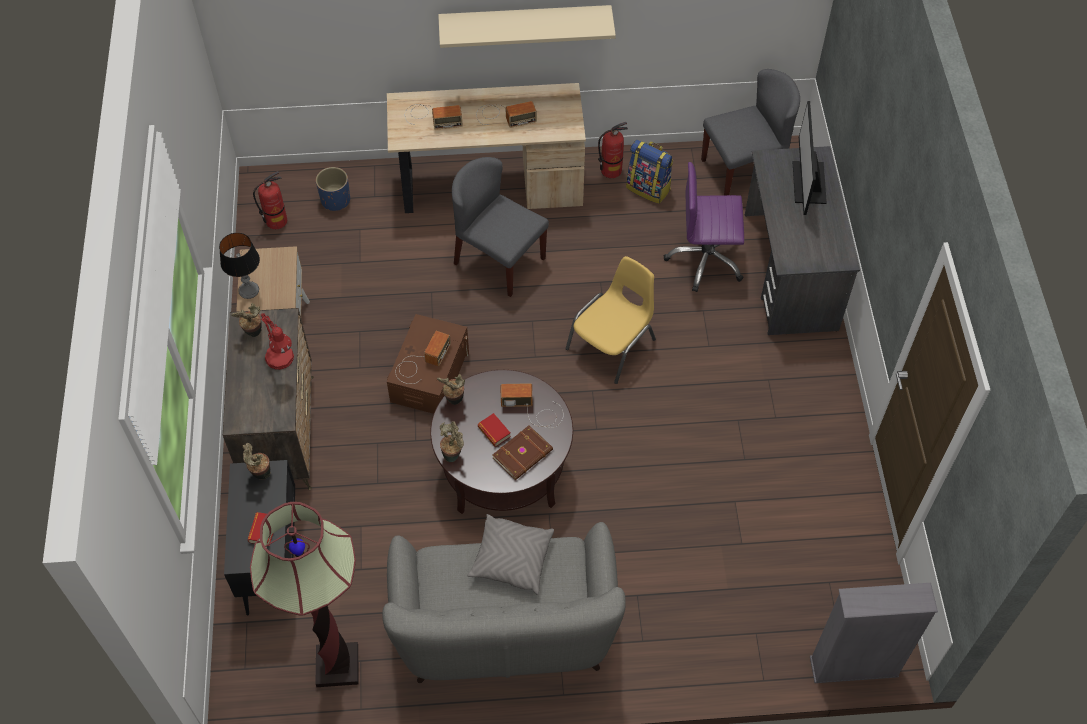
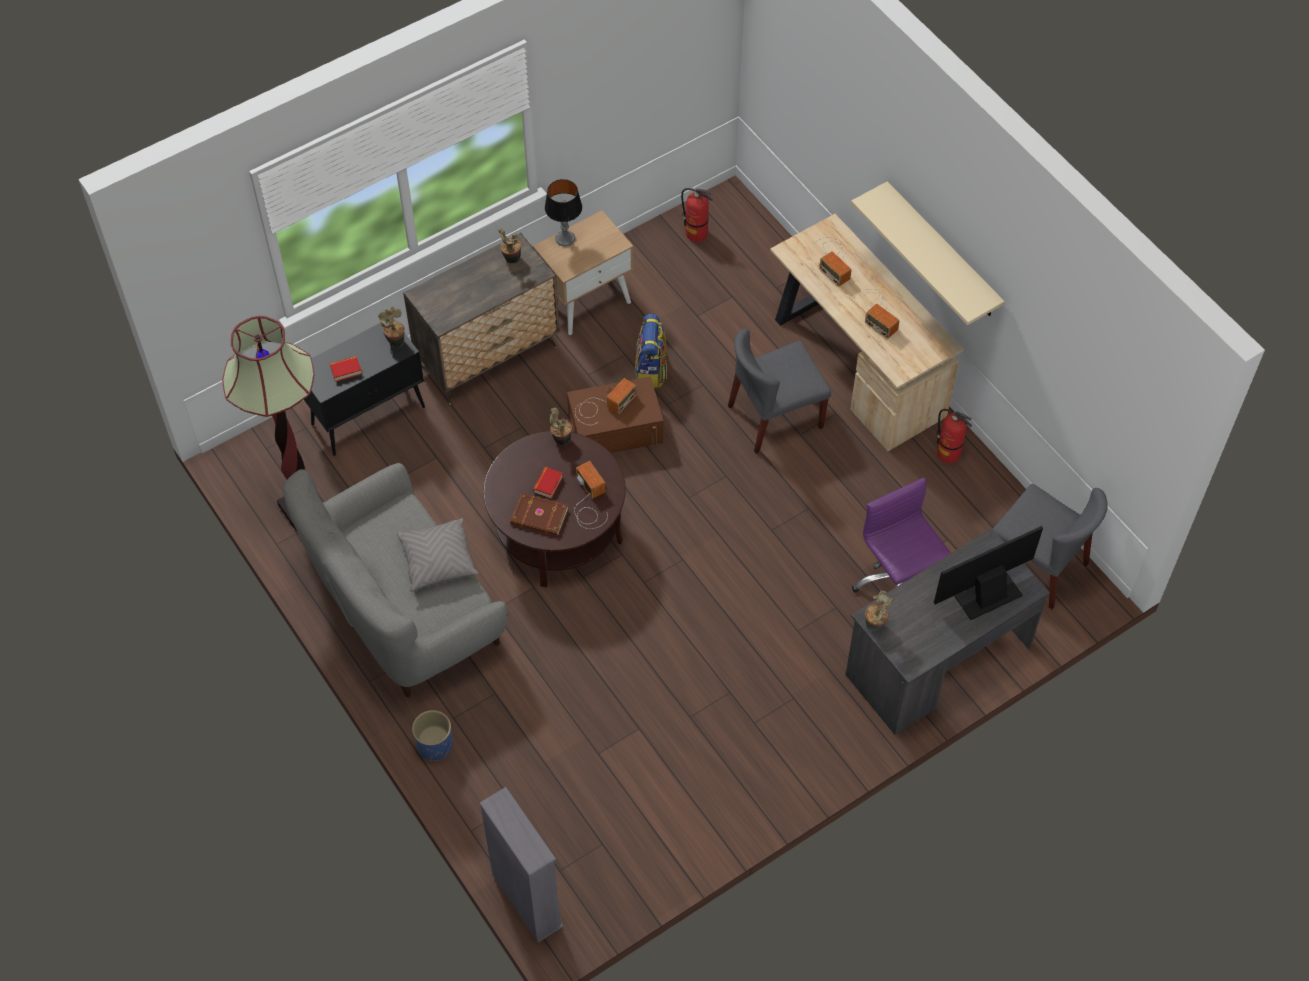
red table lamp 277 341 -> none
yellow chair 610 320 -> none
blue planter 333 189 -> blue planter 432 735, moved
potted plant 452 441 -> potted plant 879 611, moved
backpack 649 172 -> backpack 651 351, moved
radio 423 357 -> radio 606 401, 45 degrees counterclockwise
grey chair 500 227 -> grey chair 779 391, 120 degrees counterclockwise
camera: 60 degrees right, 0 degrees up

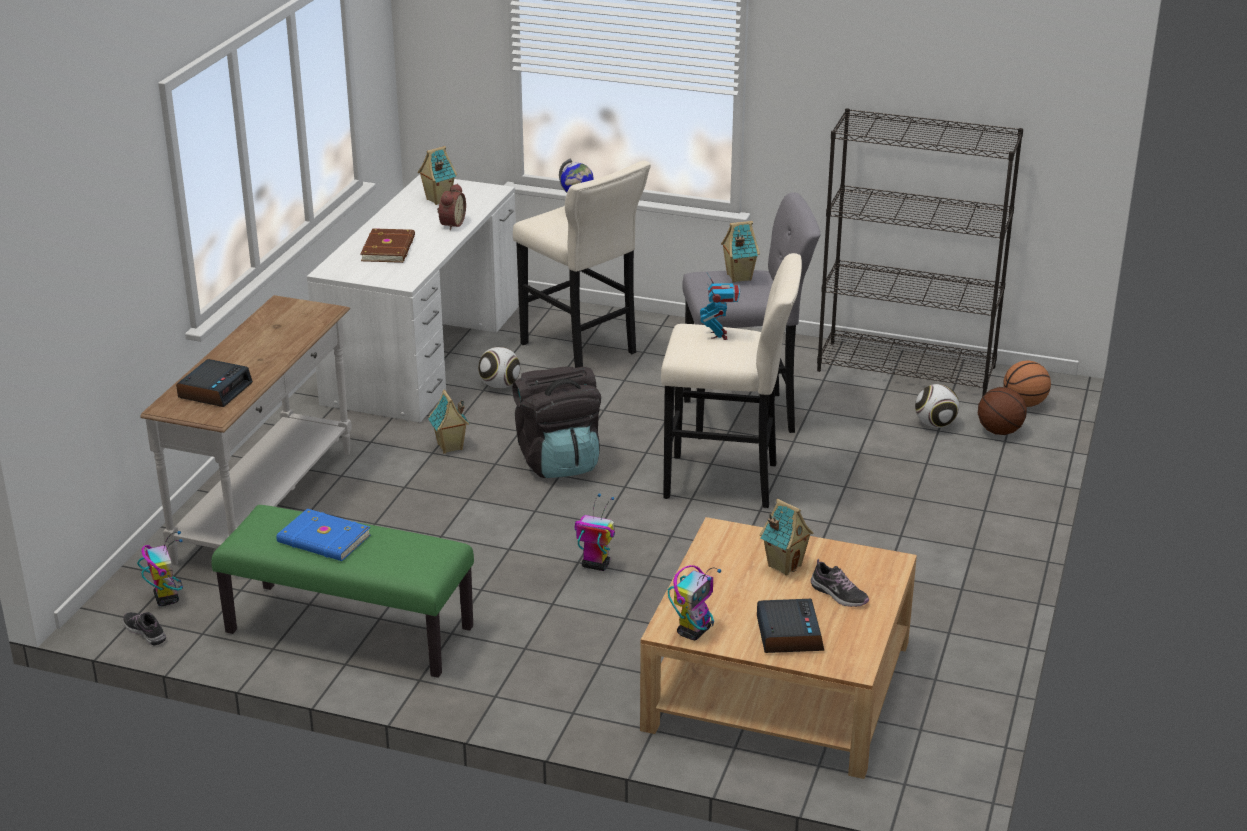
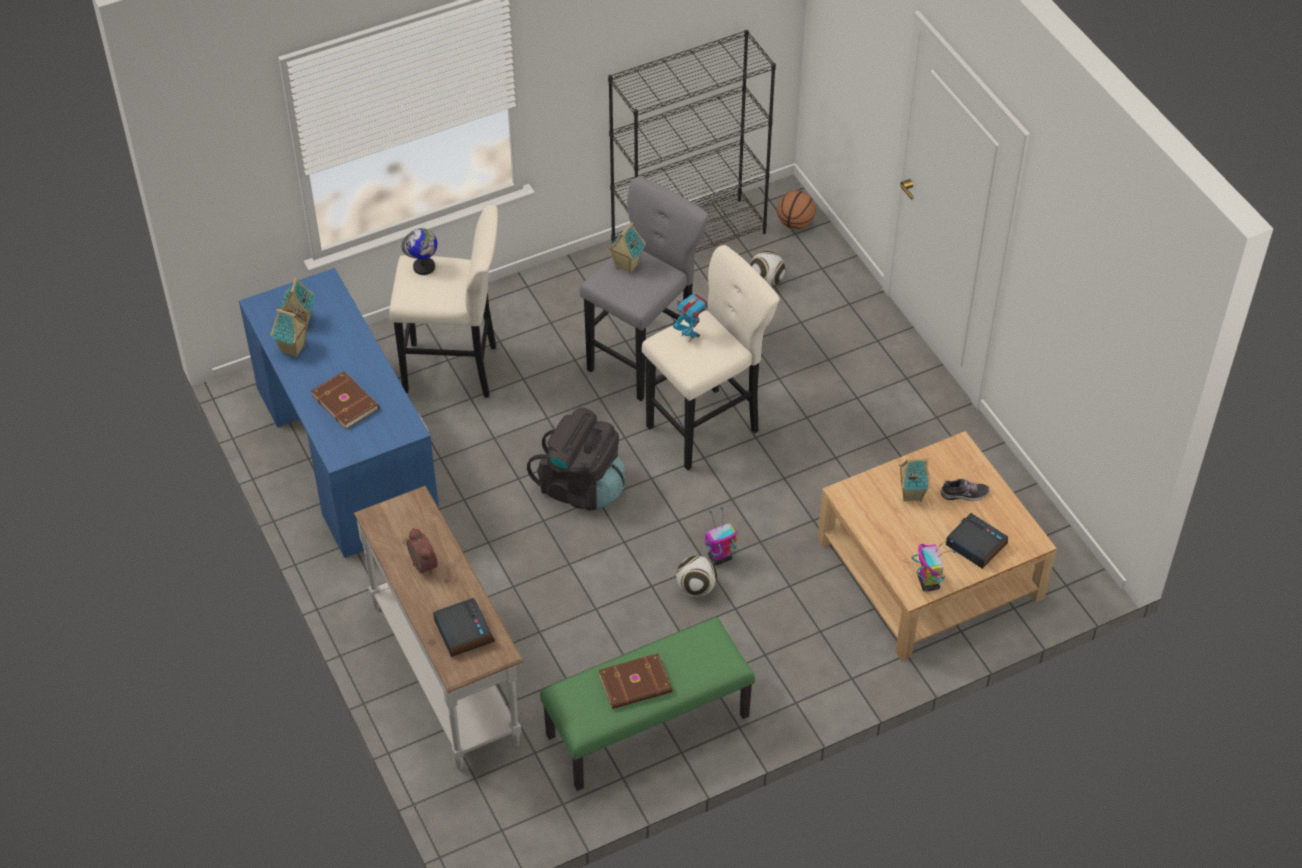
shoe 144 628 -> none
toy robot 160 568 -> none
basketball 1002 411 -> none
toy house 449 422 -> toy house 289 333, moved
alarm clock 451 206 -> alarm clock 422 551, moved
football 499 368 -> football 696 576, moved
blue book 323 535 -> brown book 635 681
white desk 412 298 -> blue desk 339 413
camera: 45 degrees left, 20 degrees up

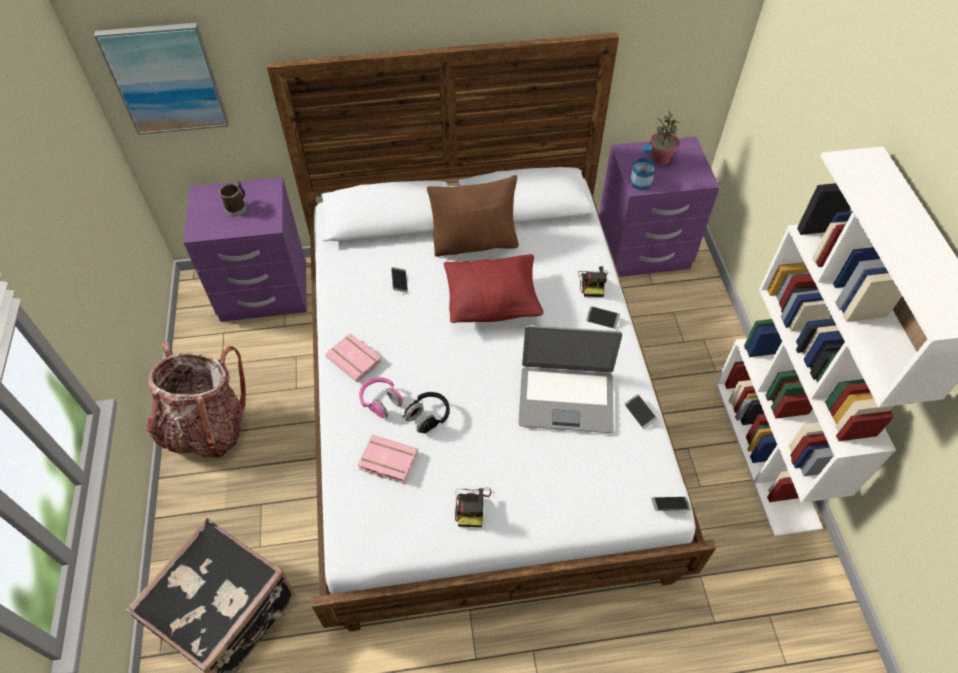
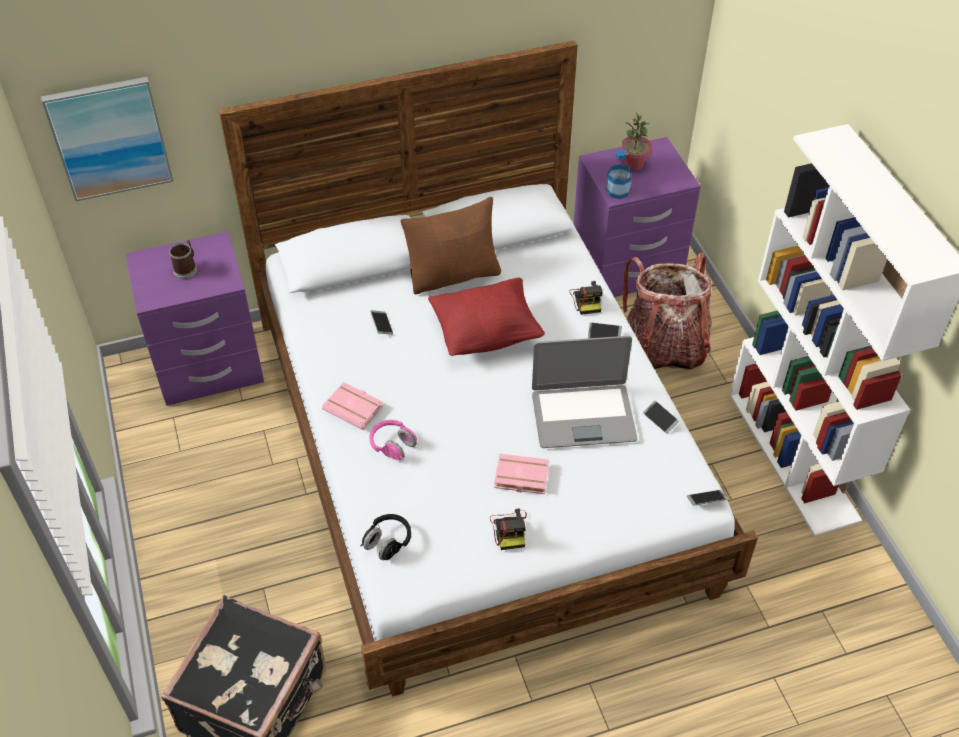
backpack 196 399 -> backpack 667 311, moved
pink book 388 459 -> pink book 521 474, moved
black headphones 426 412 -> black headphones 385 537, moved
camera: 10 degrees left, 5 degrees down

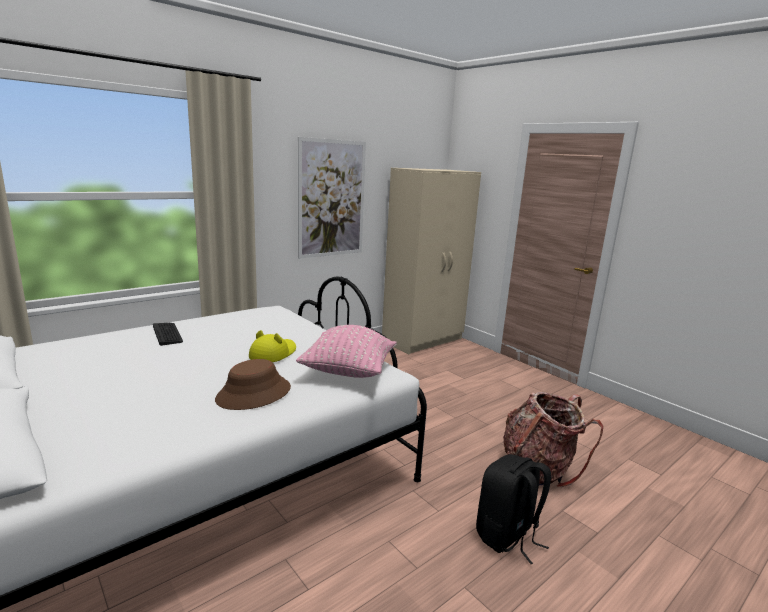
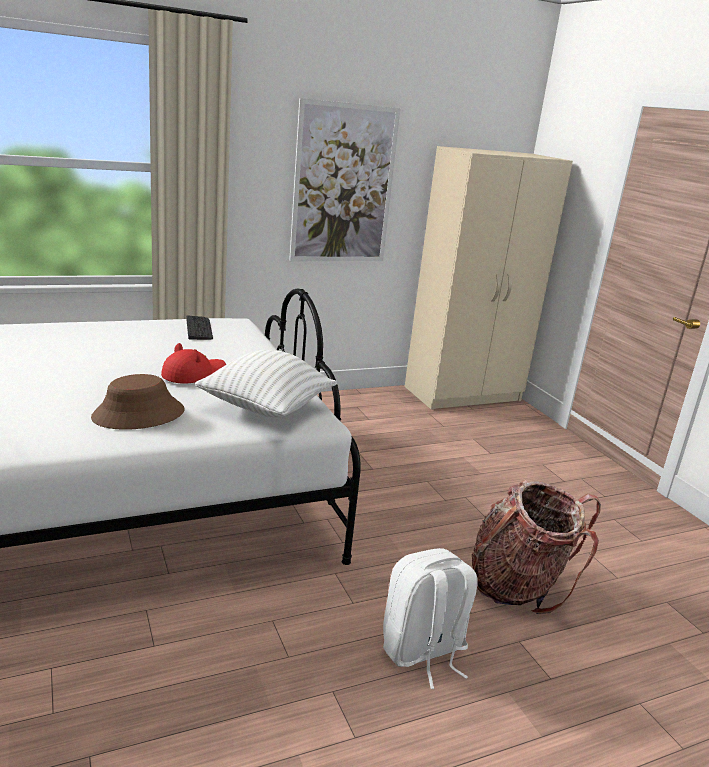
keyboard 168 334 -> keyboard 199 327, moved
yellow hat 272 346 -> red hat 193 363
pink pillow 346 351 -> white pillow 266 384
black backpack 513 509 -> white backpack 430 618
camera: 15 degrees right, 5 degrees up

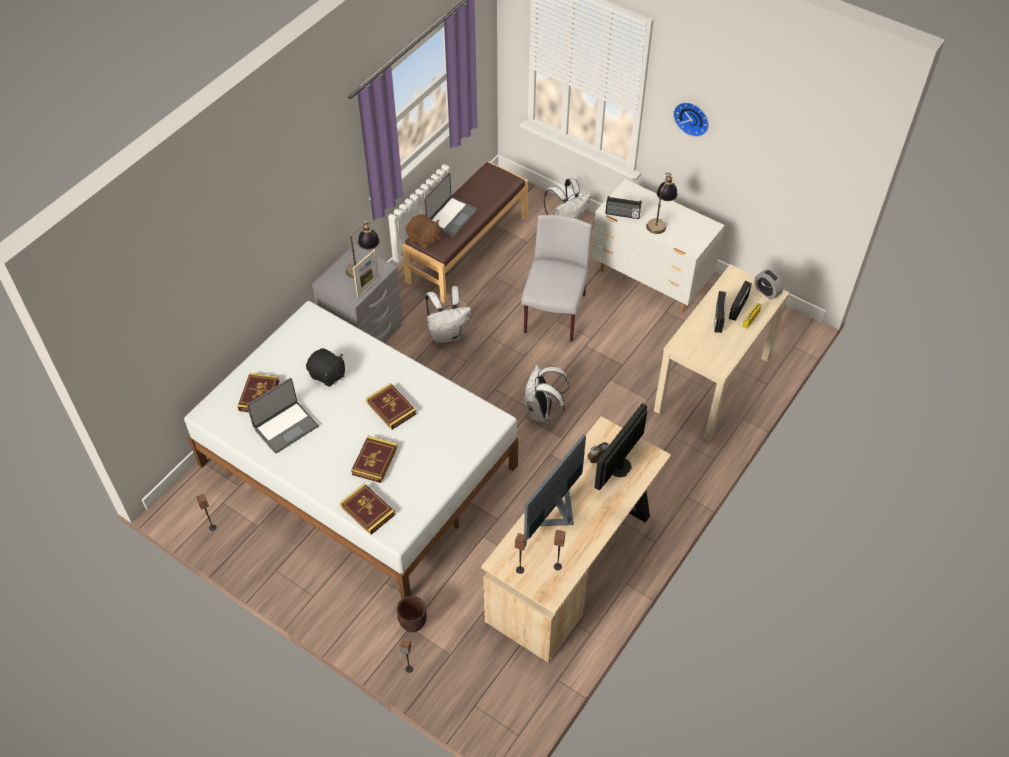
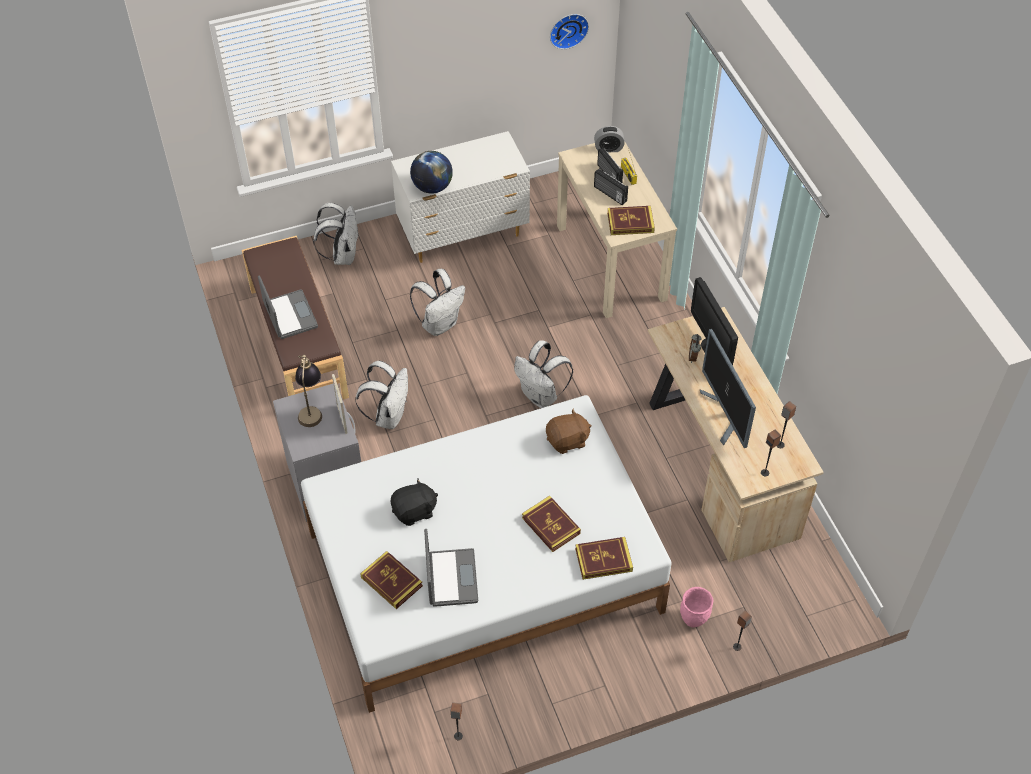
table lamp 662 203 -> none
book 391 406 -> book 631 220, moved
brown plush toy 423 231 -> brown plush toy 568 431, moved
wall clock 691 119 -> wall clock 569 31, moved
grey chair 556 278 -> white backpack 437 302
radio 623 207 -> globe 431 172
brown planter 412 614 -> pink planter 696 607
camera: 55 degrees left, 0 degrees up

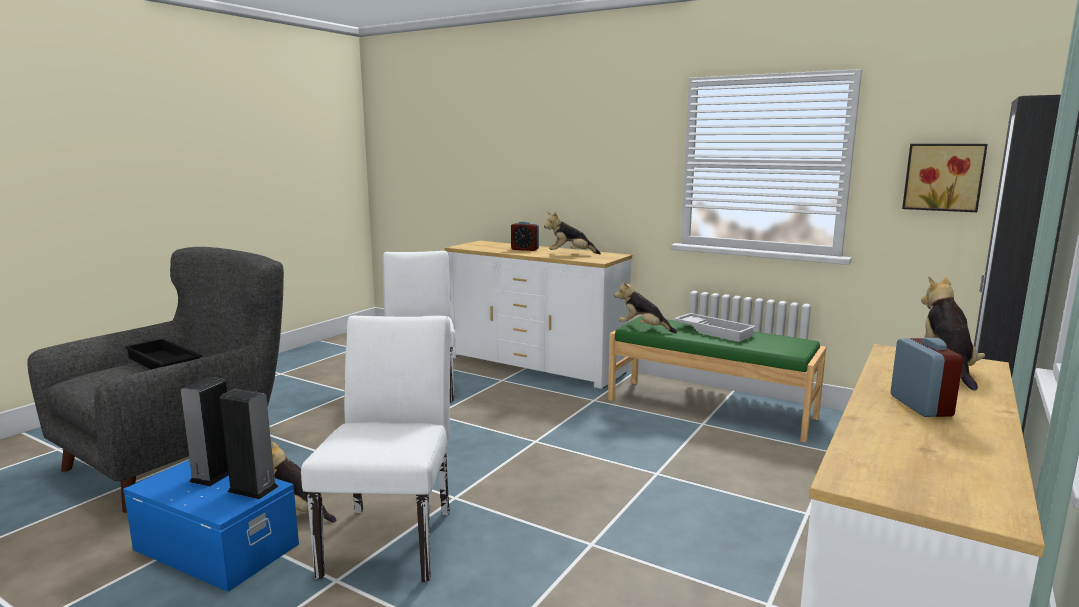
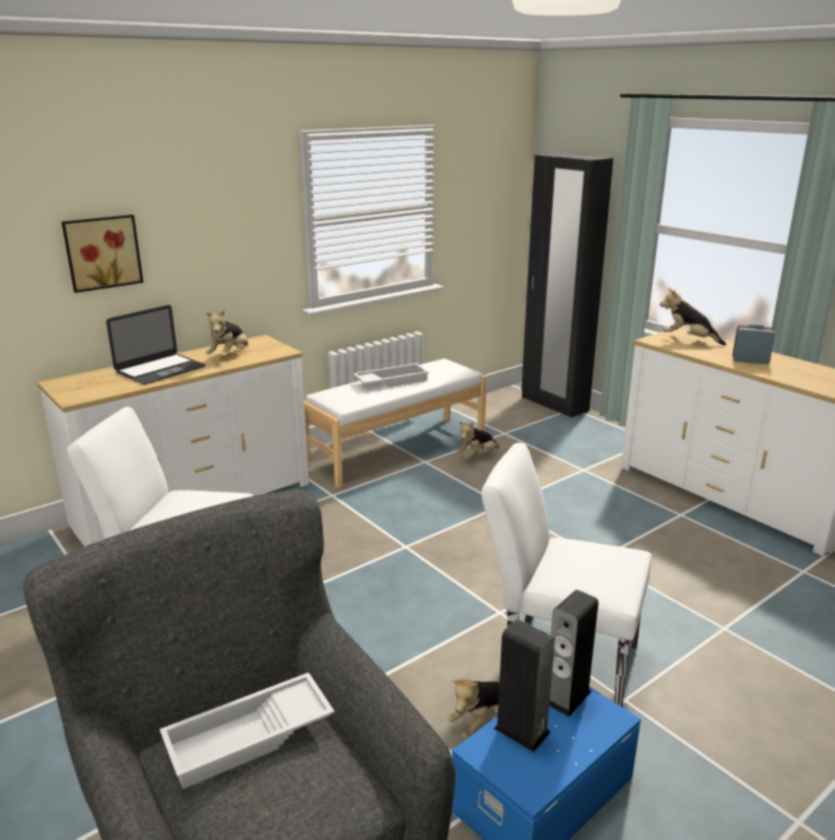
plush toy 645 306 -> plush toy 477 440, moved
picture 945 178 -> picture 103 254, moved
alarm clock 525 236 -> laptop 156 344
black tray 163 354 -> white tray 247 730
green bench 717 379 -> white bench 395 423
camera: 70 degrees left, 10 degrees up

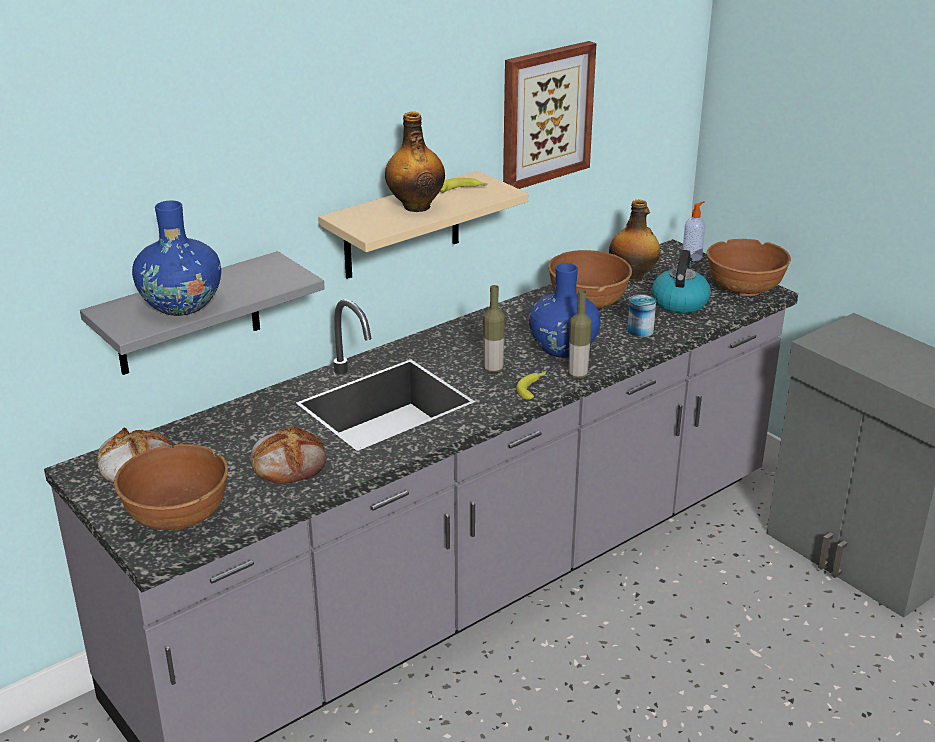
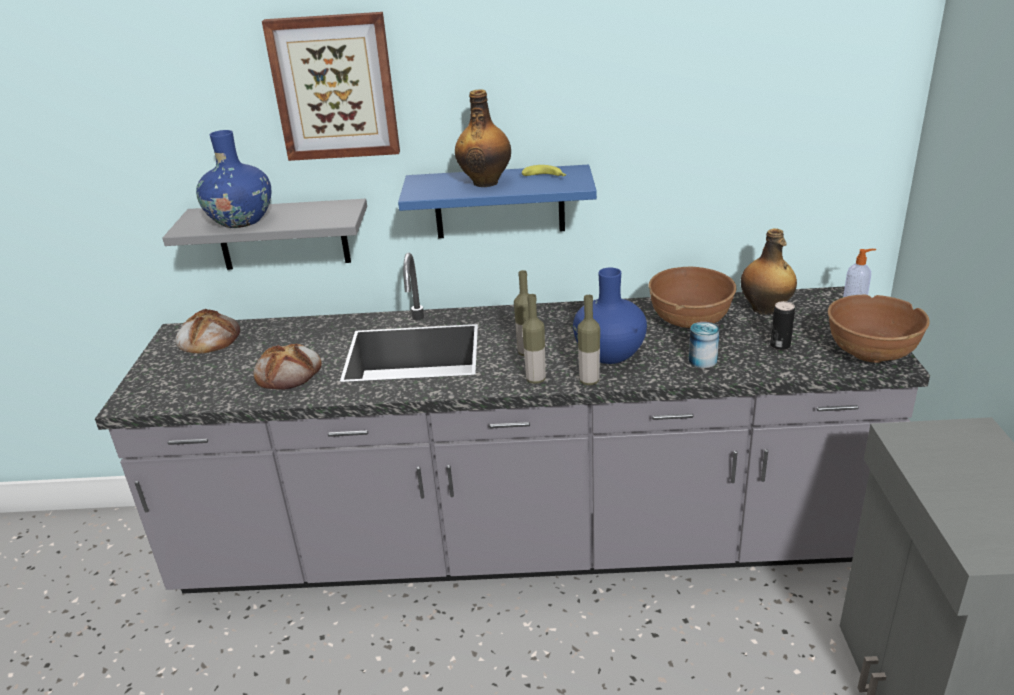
brown bowl 171 487 -> none
picture 549 115 -> picture 331 86, moved
banana 531 386 -> bottle 534 339
kettle 681 281 -> can 782 325
beige shelf 423 225 -> blue shelf 497 201
camera: 40 degrees right, 0 degrees up

